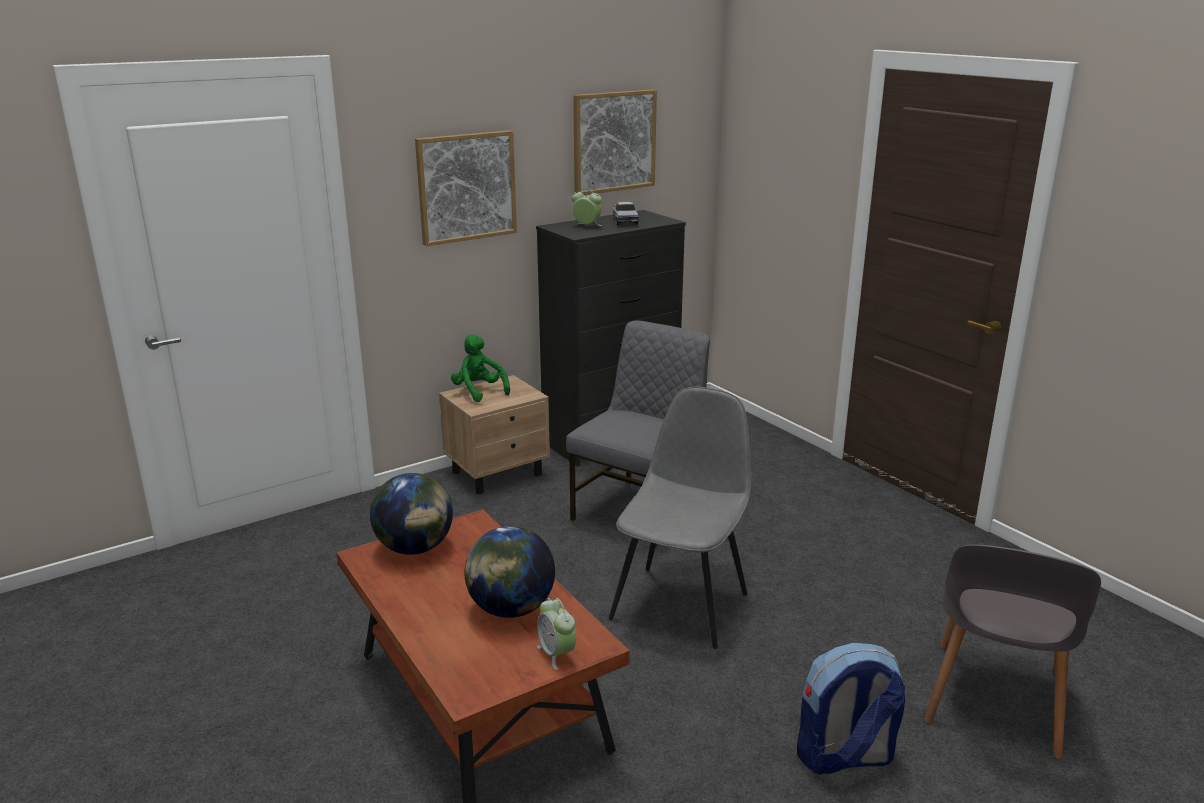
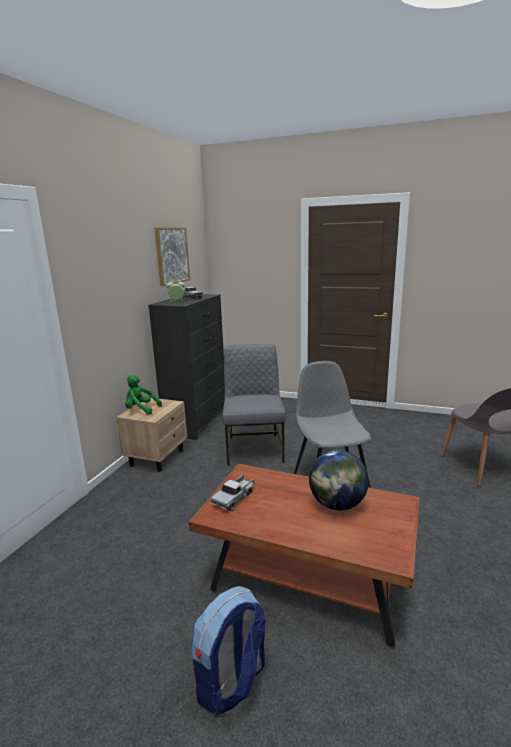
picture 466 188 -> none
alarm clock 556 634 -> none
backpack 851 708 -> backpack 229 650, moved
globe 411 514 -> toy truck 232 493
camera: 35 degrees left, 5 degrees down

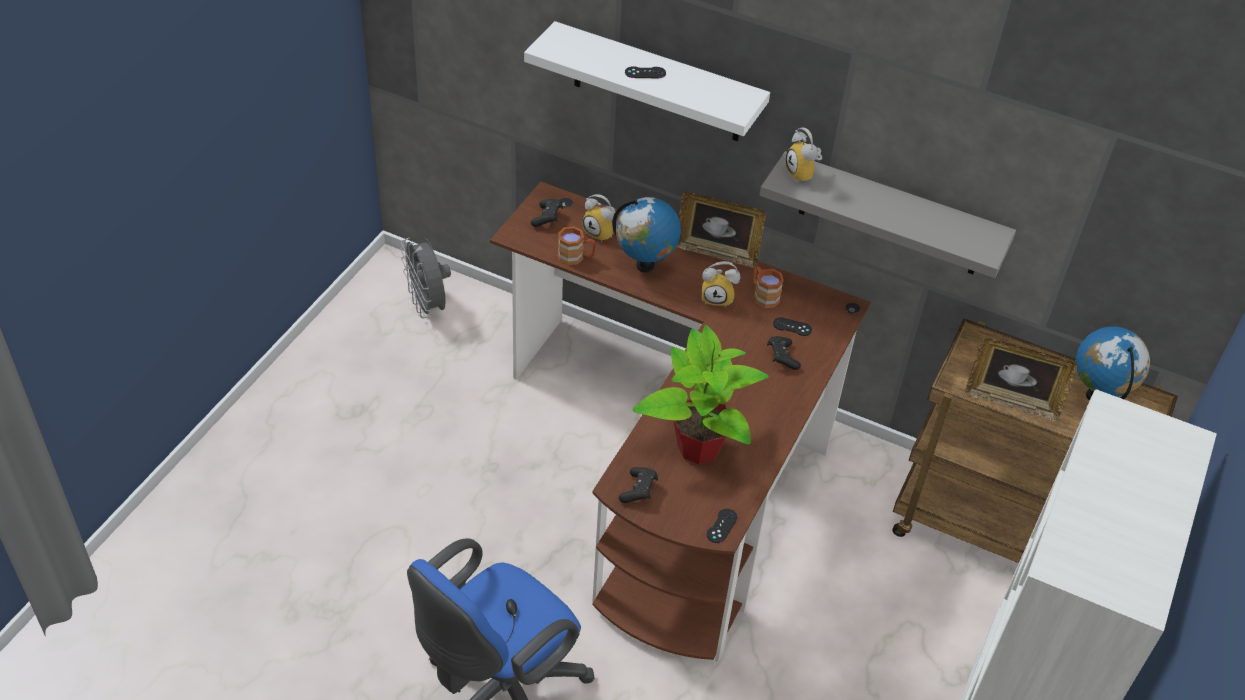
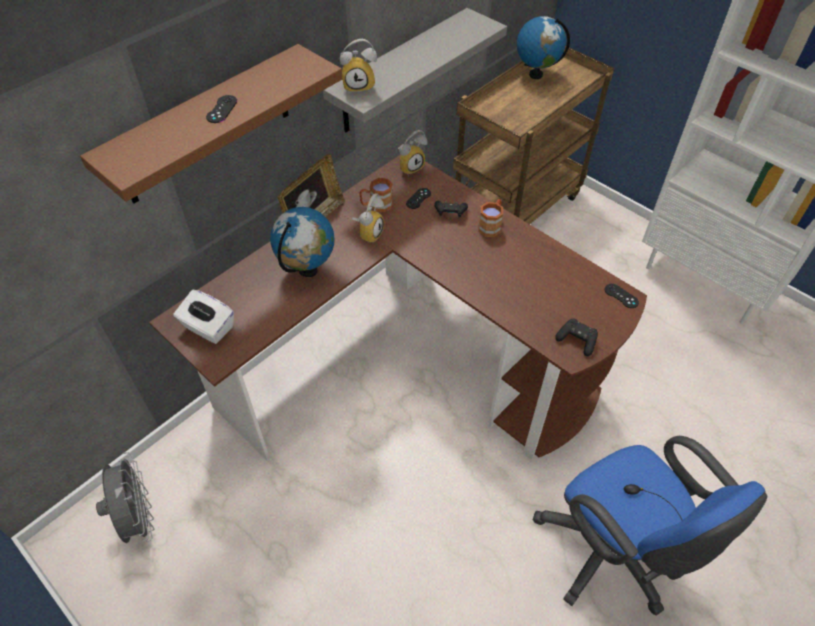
potted plant 701 394 -> none
picture frame 1021 380 -> none
brown mug 577 246 -> brown mug 490 218, moved
alarm clock 599 218 -> alarm clock 412 153, moved
black game controller 547 213 -> white tissue box 203 317
white shelf 647 81 -> brown shelf 211 124
grey fan 425 278 -> grey fan 125 497, 105 degrees counterclockwise
camera: 70 degrees left, 5 degrees up

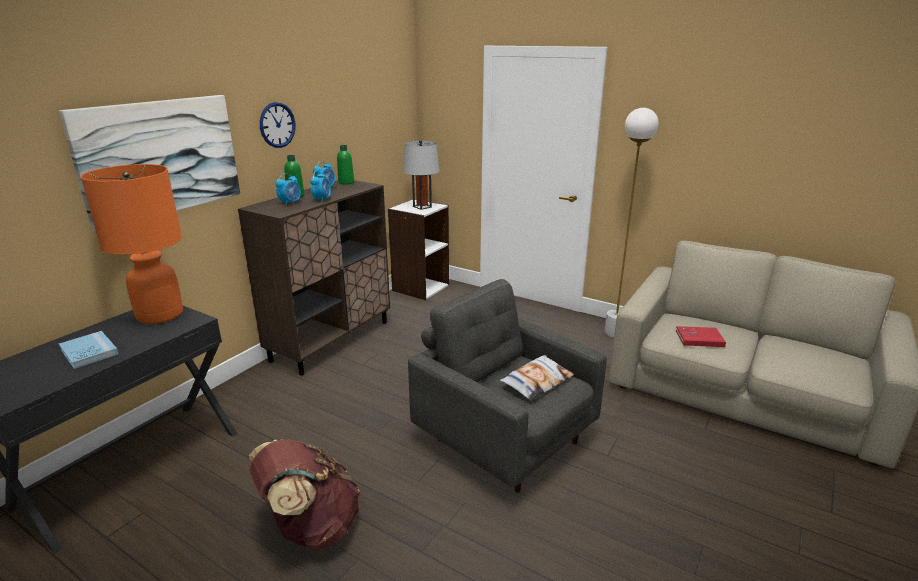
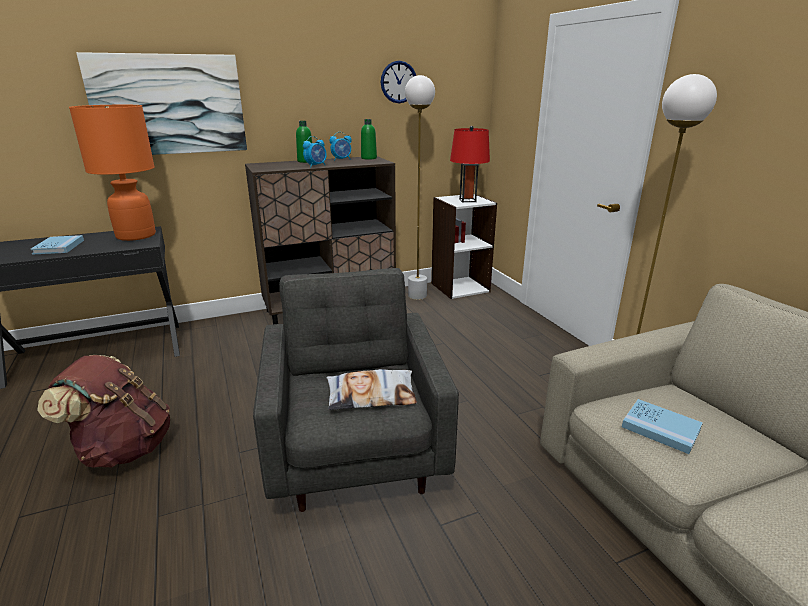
alarm clock 288 189 -> none
none -> white floor lamp 420 187
wall clock 277 125 -> wall clock 398 82, moved
grey table lamp 421 175 -> red table lamp 470 164
red book 701 336 -> blue book 662 426
camera: 35 degrees right, 0 degrees up

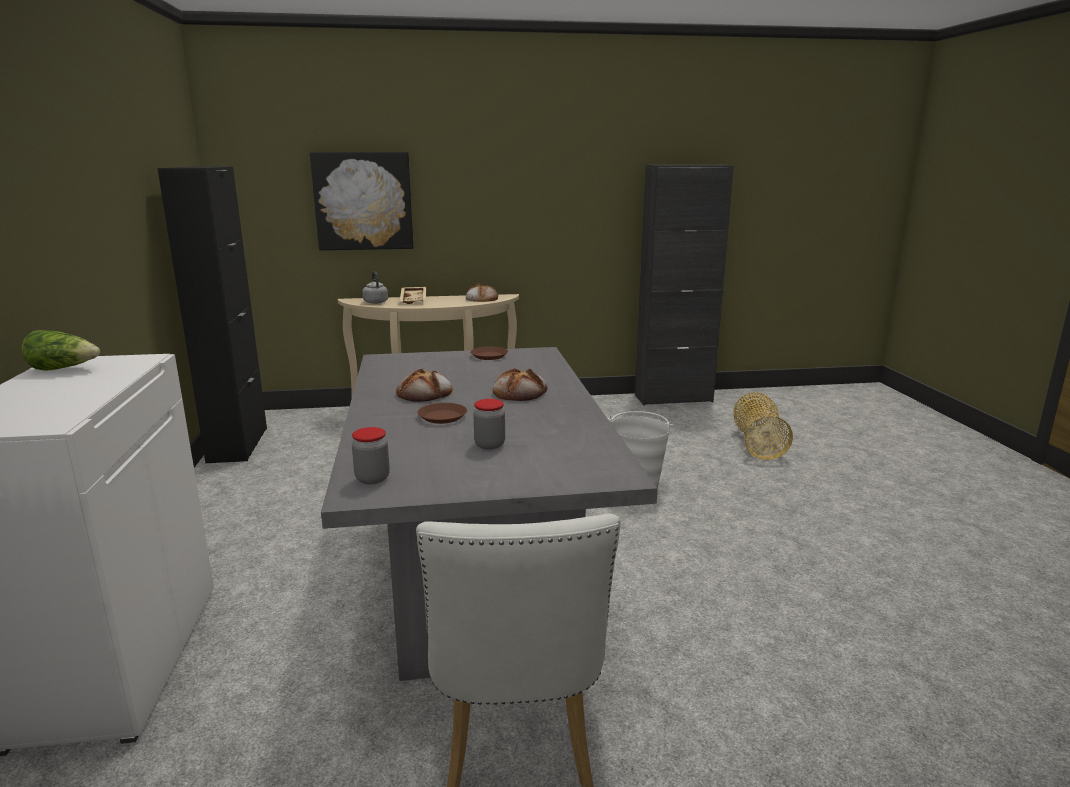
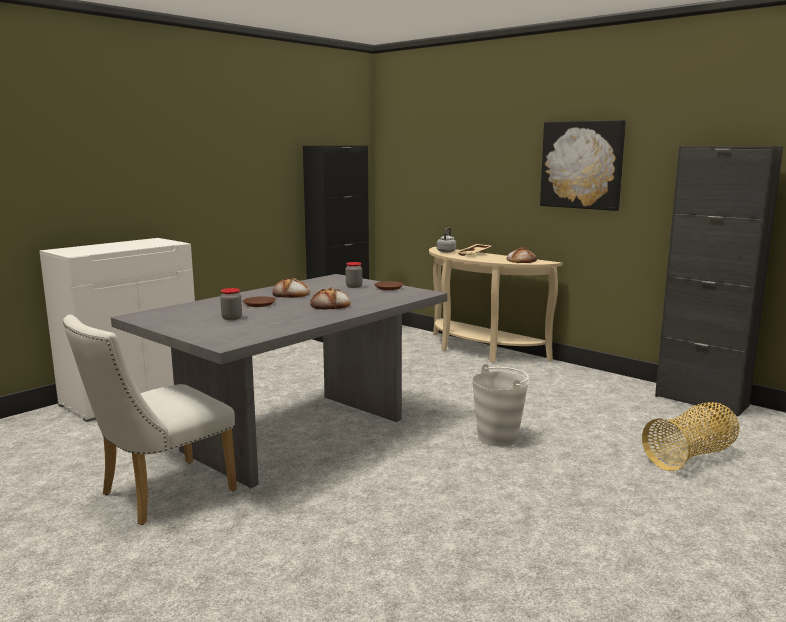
lettuce 60 350 -> none
picture 362 201 -> picture 583 165, moved
jar 371 455 -> jar 354 275, moved
camera: 50 degrees right, 5 degrees down

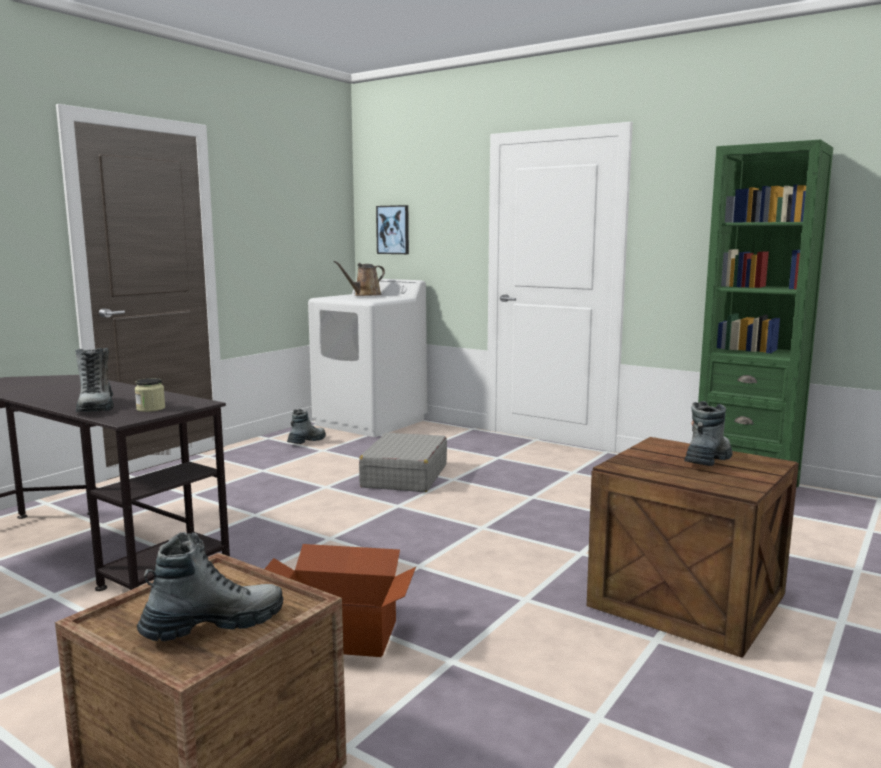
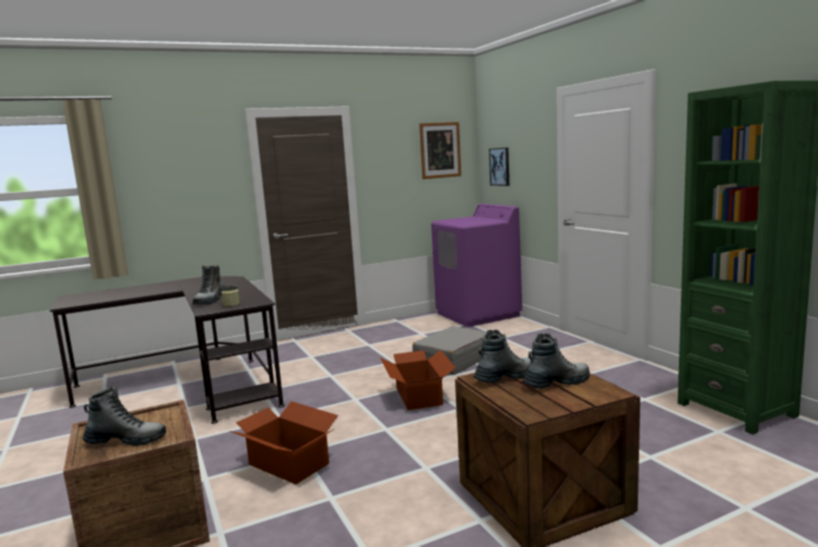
brown watering can 359 278 -> none
none -> cardboard box 418 380
none -> picture 440 150
boot 306 426 -> boot 502 356, moved
white washing machine 368 357 -> purple washing machine 476 265
camera: 30 degrees right, 0 degrees up

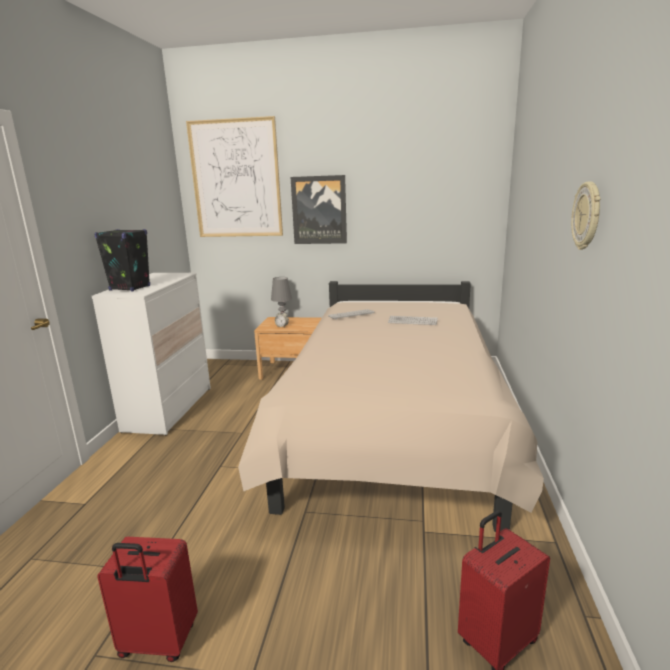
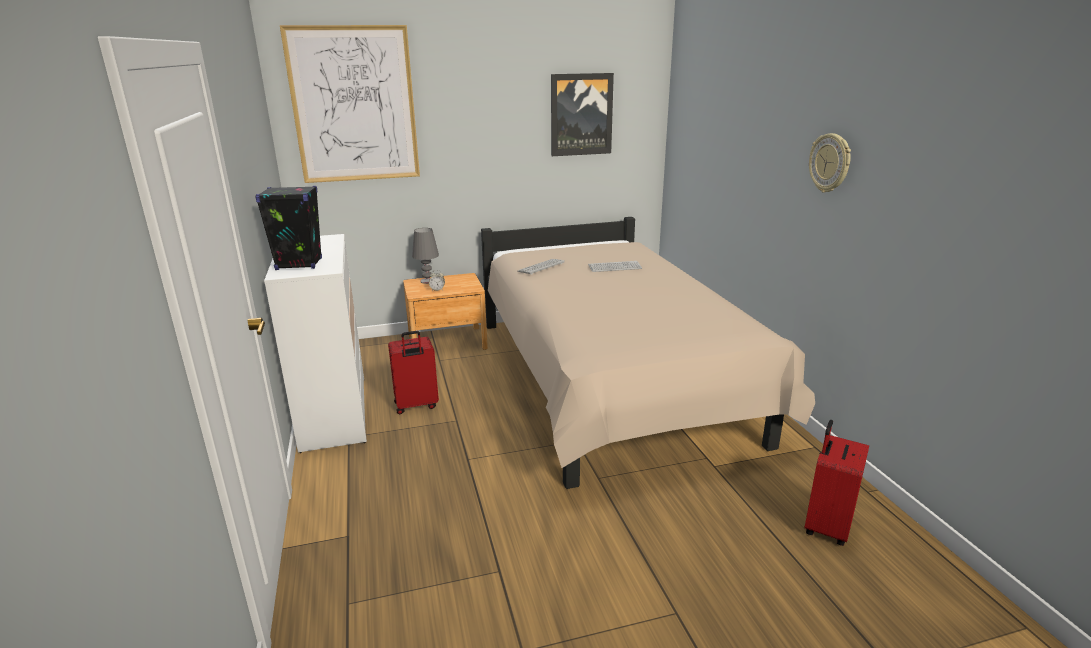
red suitcase 147 599 -> red suitcase 413 372, moved
picture 319 209 -> picture 582 114, moved
camera: 25 degrees left, 5 degrees up

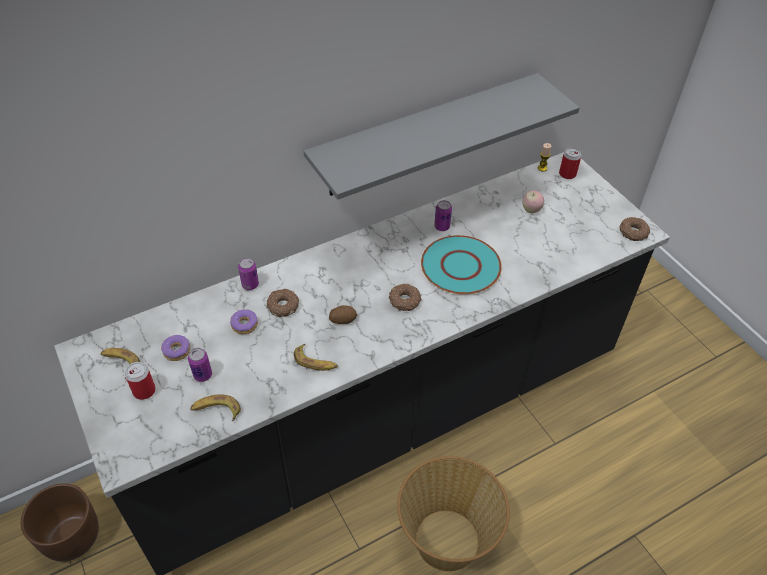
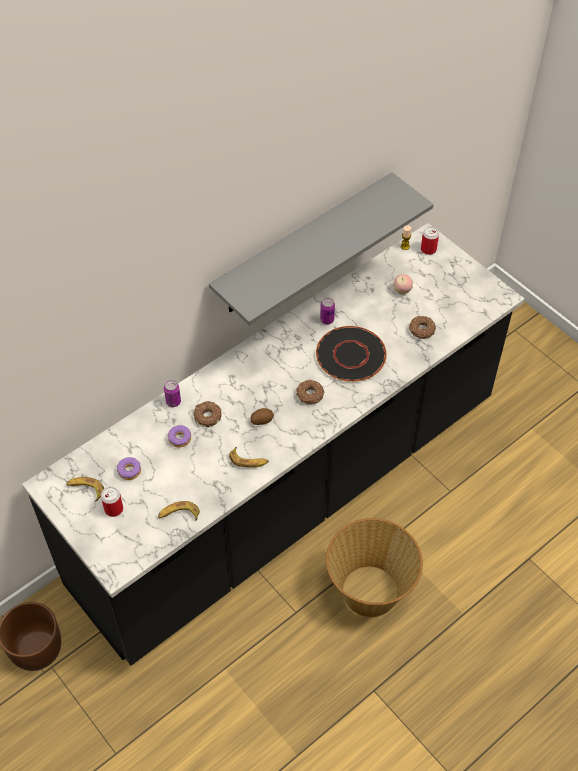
can 200 365 -> none
donut 634 229 -> donut 422 327, moved
turquoise plate 461 264 -> black plate 351 354
camera: 10 degrees left, 5 degrees up

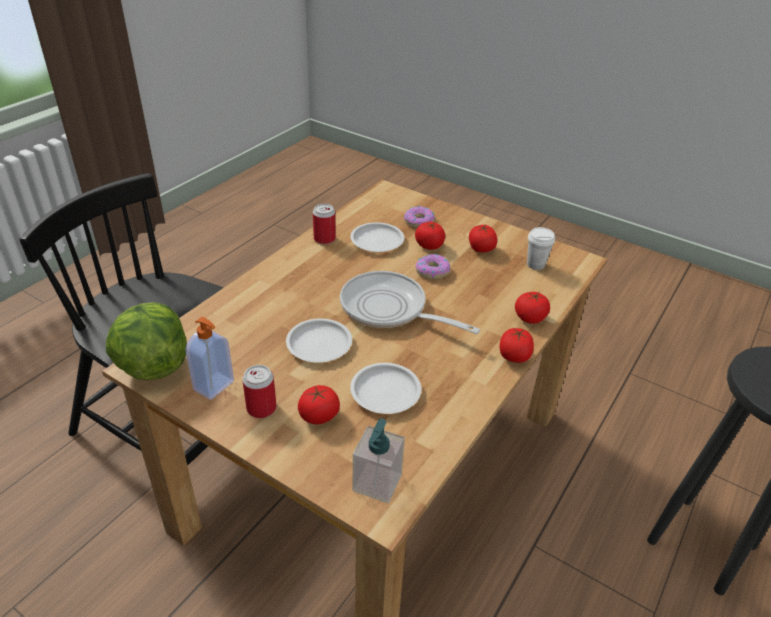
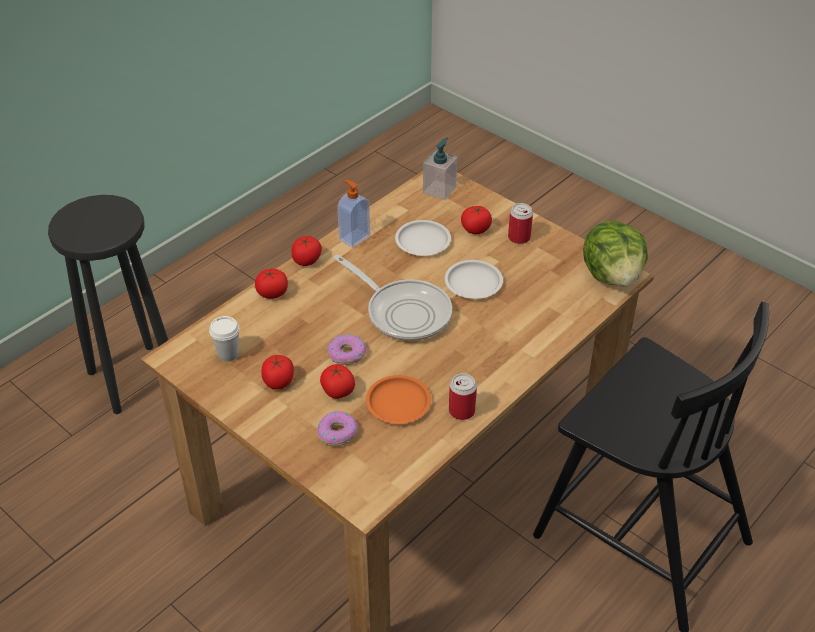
soap dispenser 209 358 -> soap dispenser 353 214, moved
white plate 377 237 -> orange plate 398 399
camera: 170 degrees left, 5 degrees up

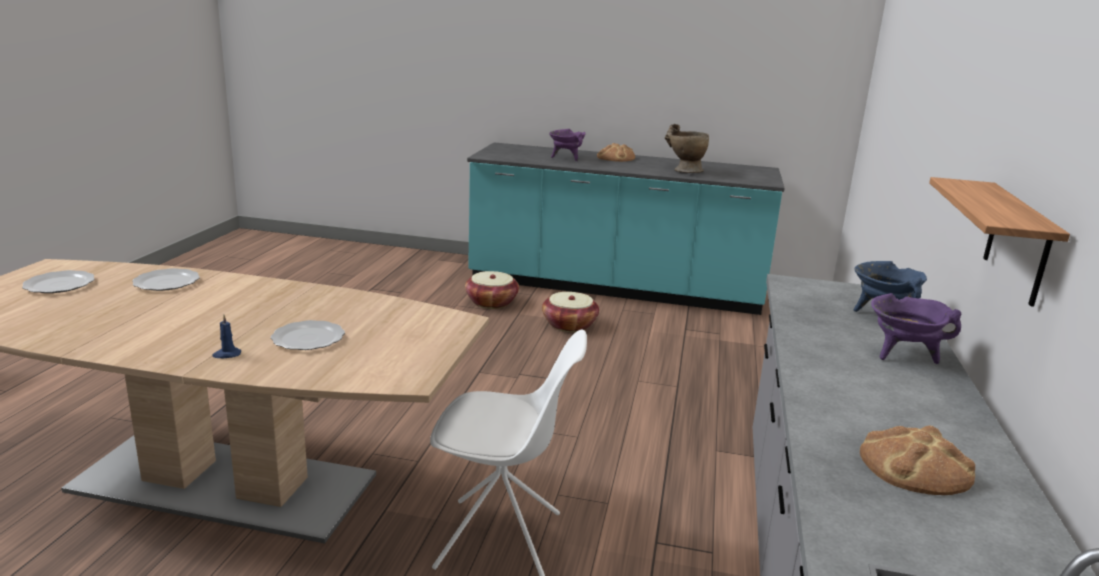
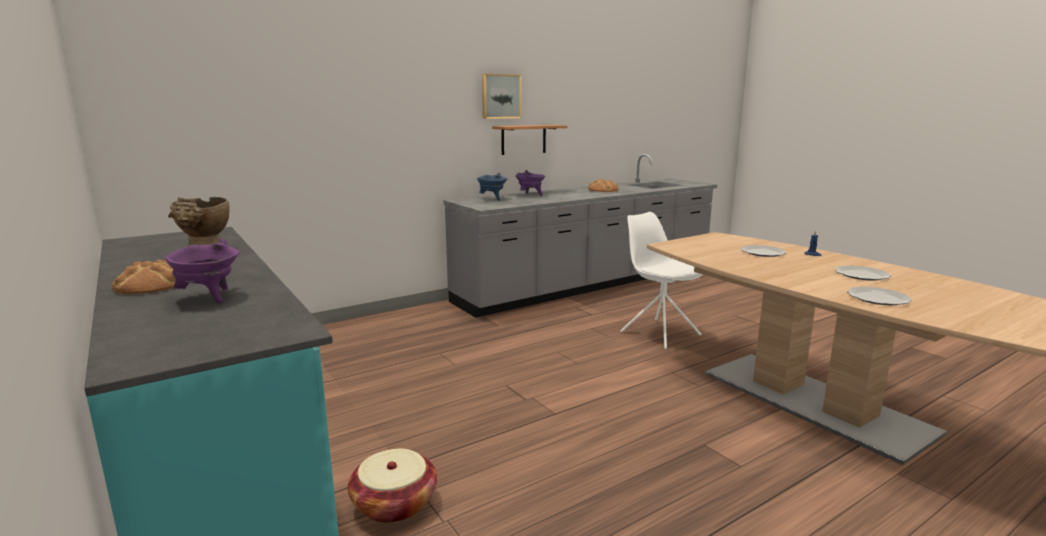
basket 570 312 -> none
none -> picture 501 96
plate 58 281 -> plate 863 273, moved
camera: 135 degrees left, 5 degrees down

